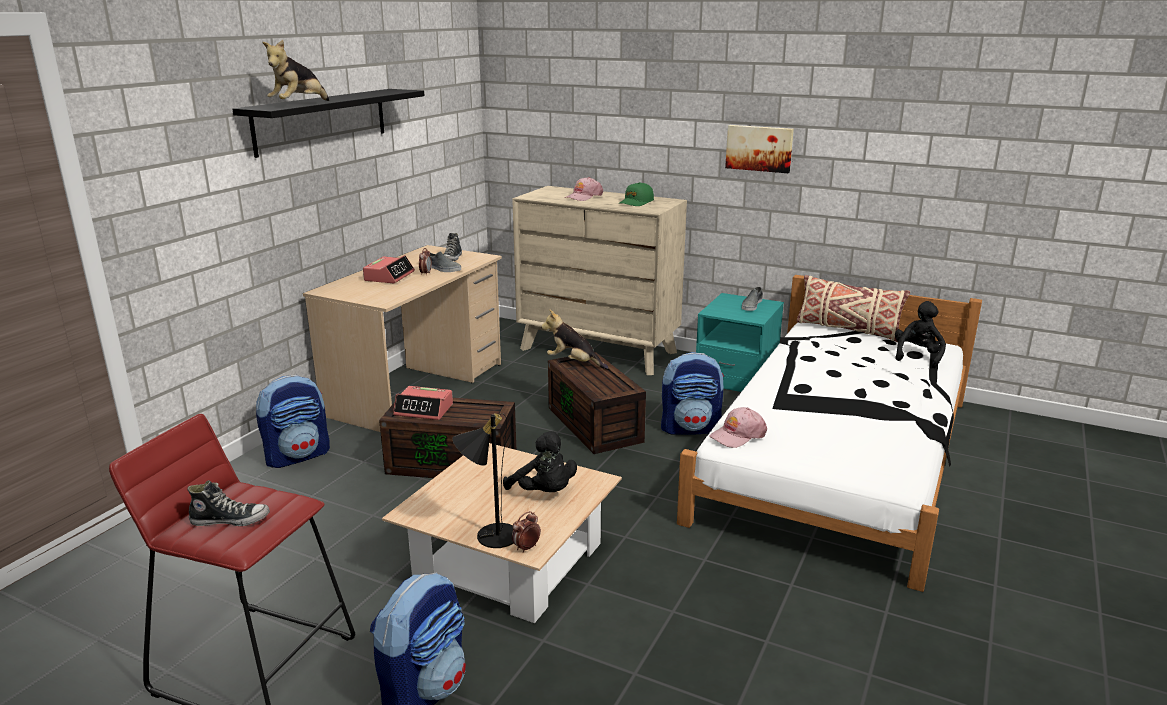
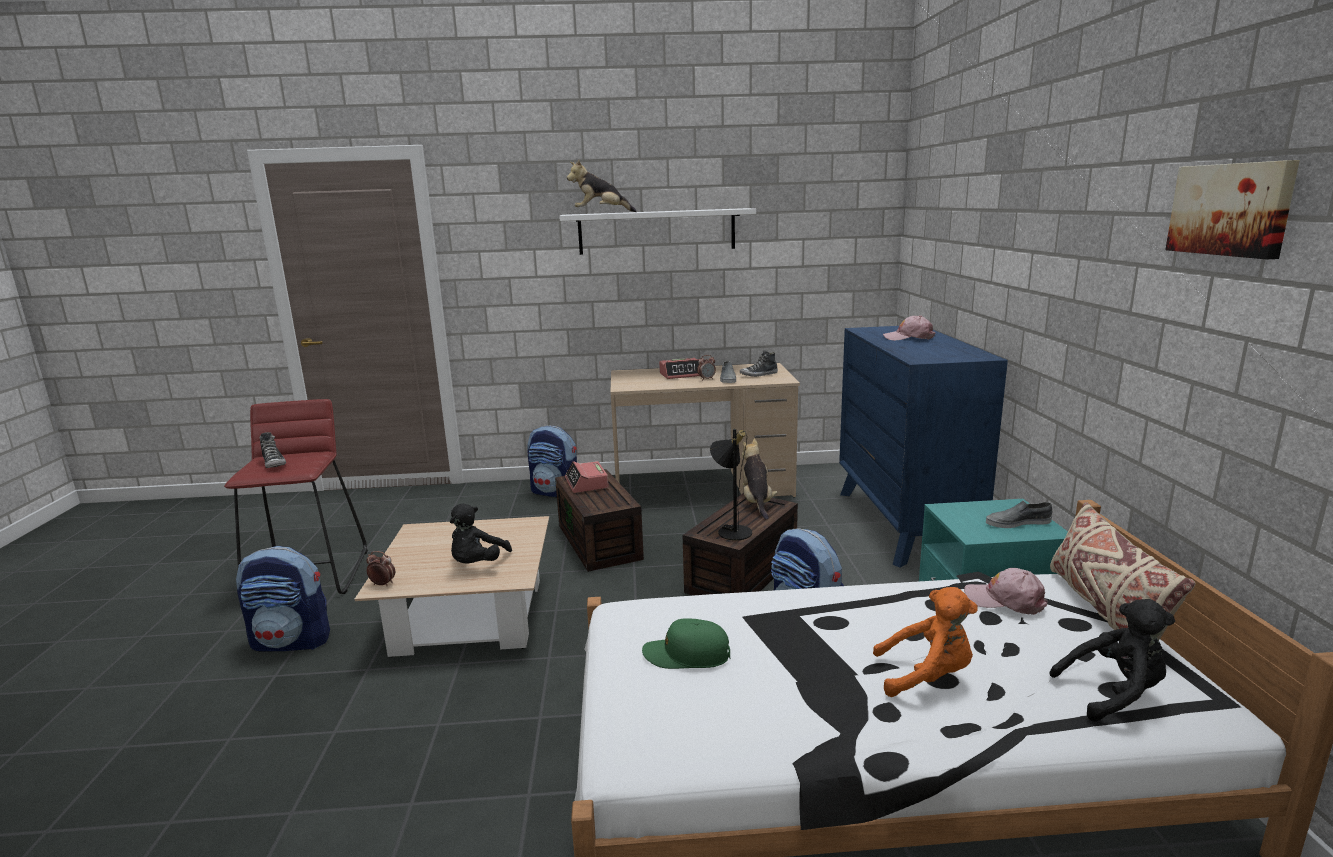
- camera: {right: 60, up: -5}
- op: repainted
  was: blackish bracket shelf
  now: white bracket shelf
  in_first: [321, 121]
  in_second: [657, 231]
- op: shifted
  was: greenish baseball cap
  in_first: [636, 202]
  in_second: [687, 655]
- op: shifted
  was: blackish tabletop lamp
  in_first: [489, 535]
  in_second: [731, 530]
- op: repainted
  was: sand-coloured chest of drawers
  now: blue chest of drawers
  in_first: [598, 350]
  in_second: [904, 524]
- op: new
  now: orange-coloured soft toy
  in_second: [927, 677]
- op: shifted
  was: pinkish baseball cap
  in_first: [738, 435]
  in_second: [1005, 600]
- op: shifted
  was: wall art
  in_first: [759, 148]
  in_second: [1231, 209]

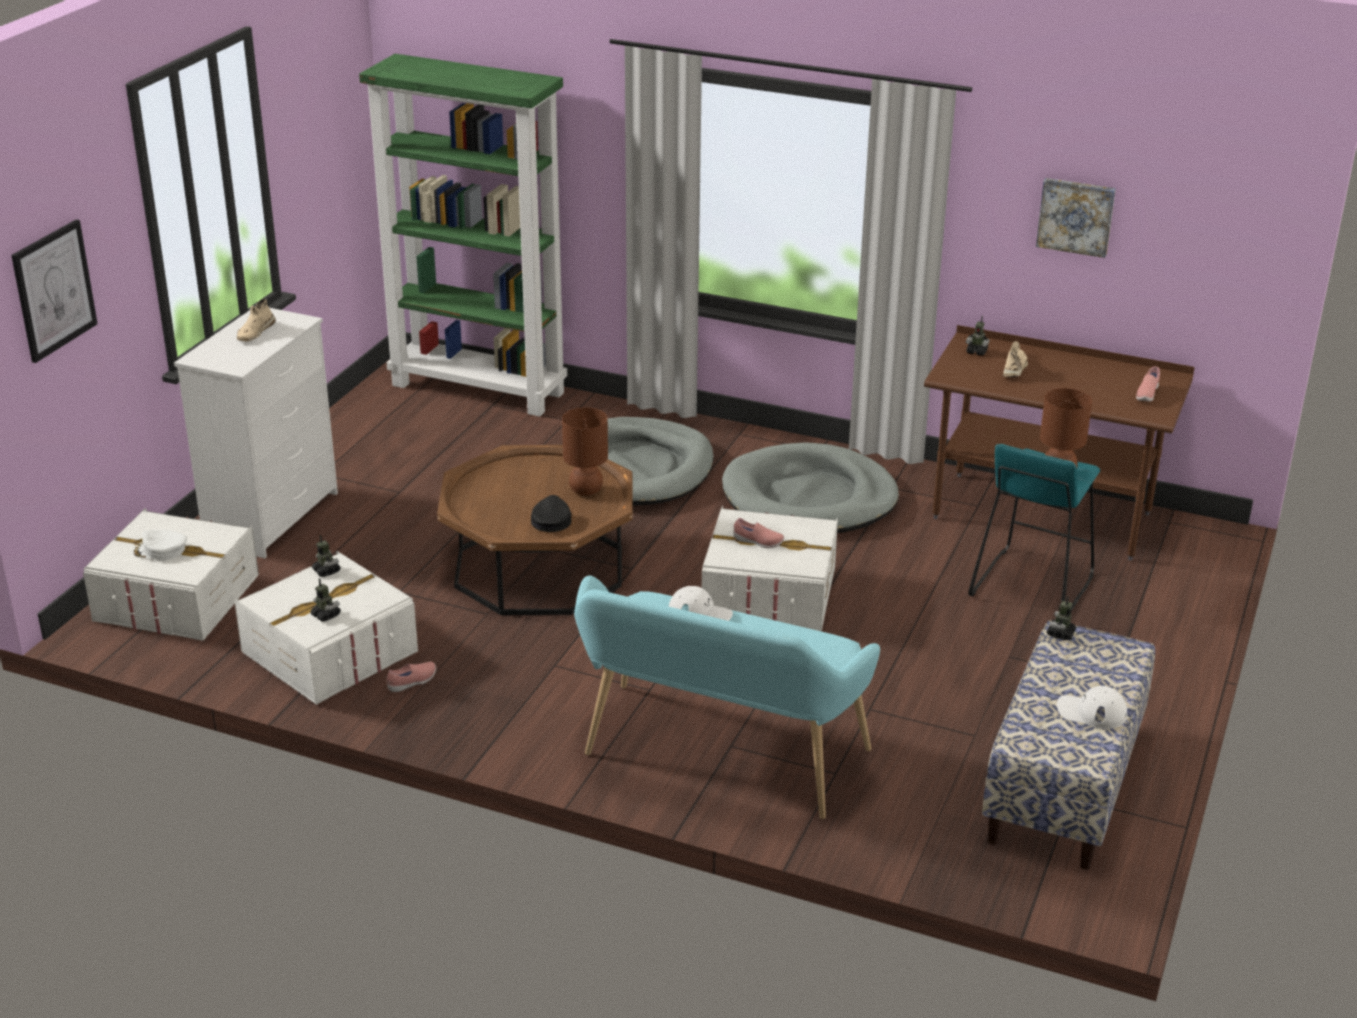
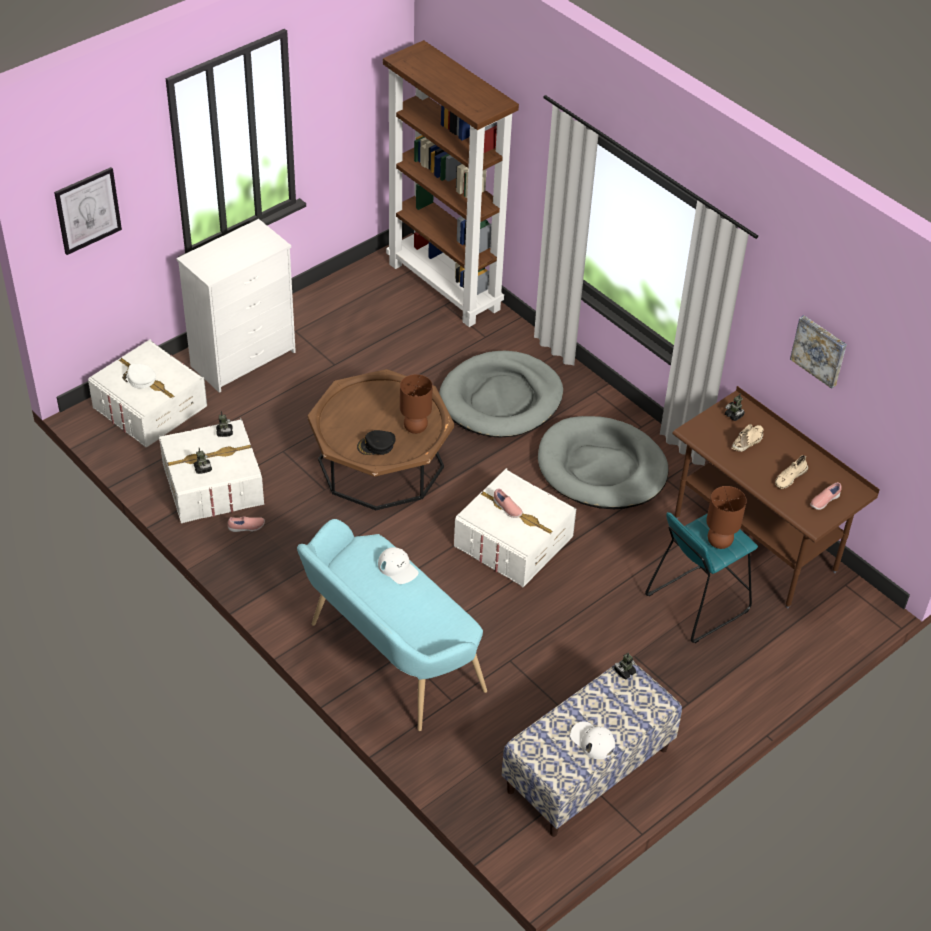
- camera: {right: 25, up: 15}
- op: rotated
  was: blackish baseball cap
  in_first: [551, 520]
  in_second: [376, 446]
  clockwise: -135
- op: repainted
  was: greenish bookshelf
  now: brownish bookshelf
  in_first: [480, 389]
  in_second: [445, 286]
- op: shifted
  was: sand-coloured low shoe
  in_first: [255, 332]
  in_second: [790, 477]

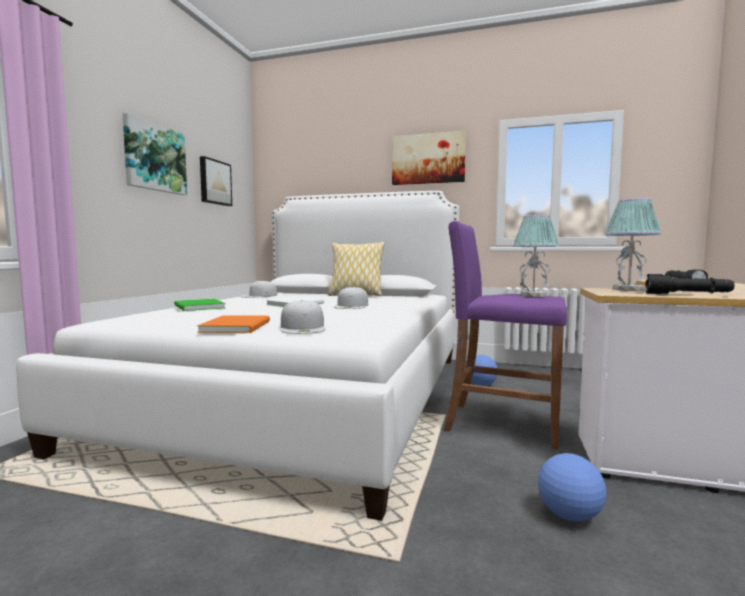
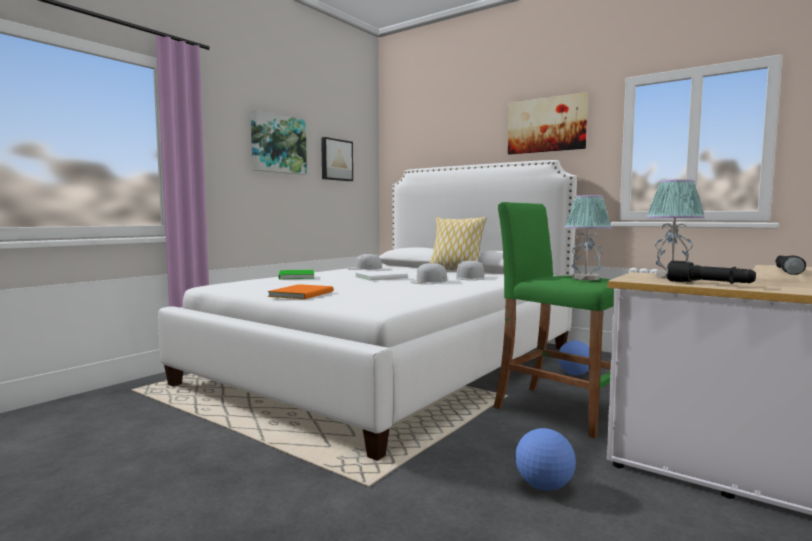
- camera: {right: 20, up: 0}
- op: shifted
  was: white baseball cap
  in_first: [303, 328]
  in_second: [470, 277]
- op: repainted
  was: purplish stool seat
  now: greenish stool seat
  in_first: [501, 424]
  in_second: [558, 410]

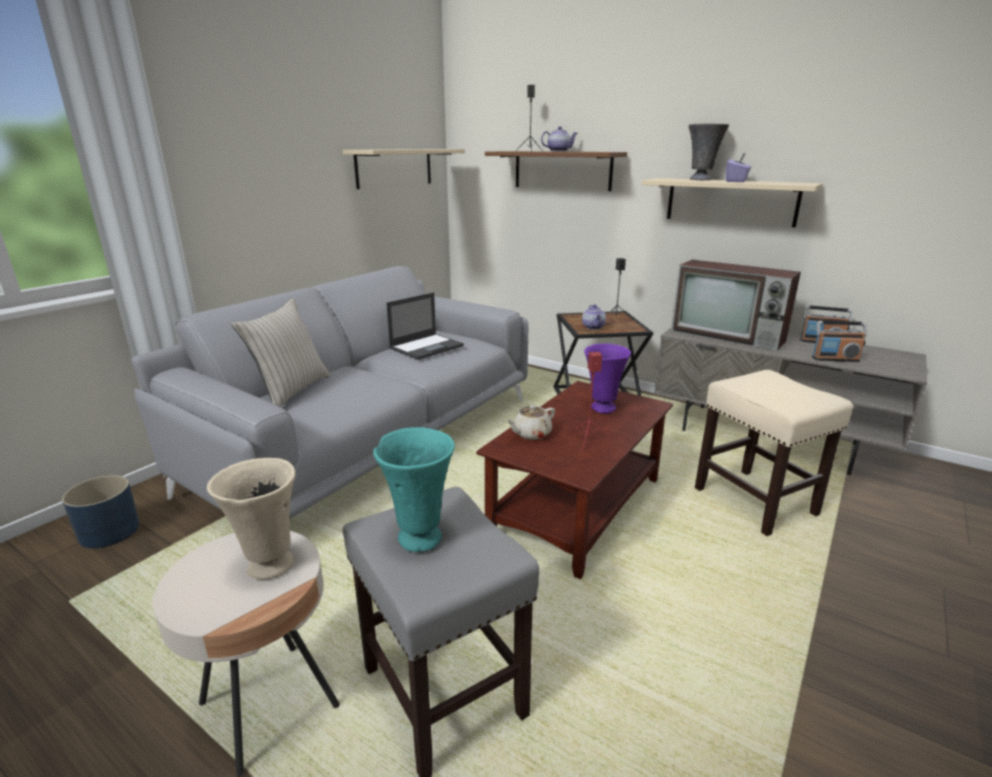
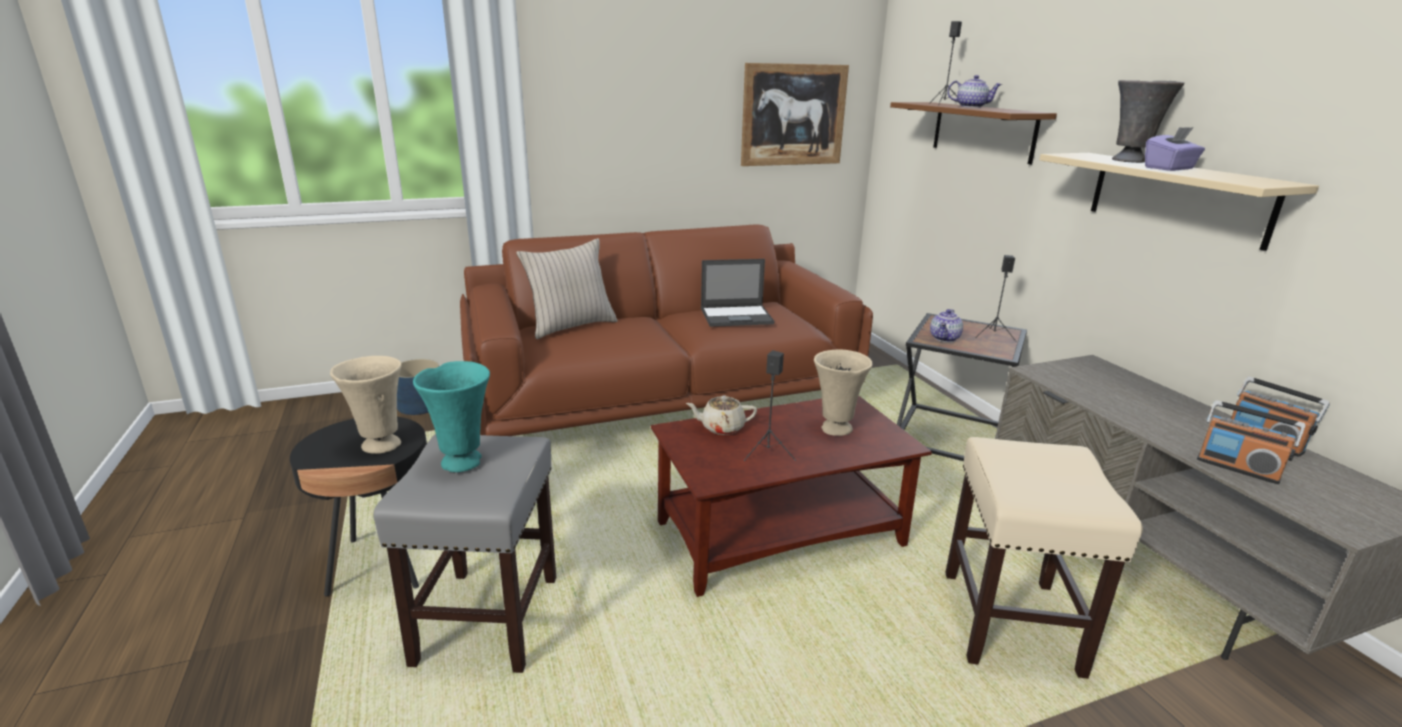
- camera: {right: 35, up: 0}
- op: repainted
  was: sand-coloured end table
  now: blackish end table
  in_first: [269, 705]
  in_second: [383, 564]
- op: repainted
  was: gray settee
  now: brownish settee
  in_first: [370, 440]
  in_second: [663, 400]
- op: swapped
  was: sand-coloured bracket shelf
  now: wall art
  in_first: [394, 167]
  in_second: [793, 115]
- op: repainted
  was: reddish loudspeaker
  now: blackish loudspeaker
  in_first: [588, 440]
  in_second: [767, 453]
- op: repainted
  was: purplish flower vase
  now: sand-coloured flower vase
  in_first: [602, 408]
  in_second: [835, 429]
- op: gone
  was: TV
  in_first: [729, 336]

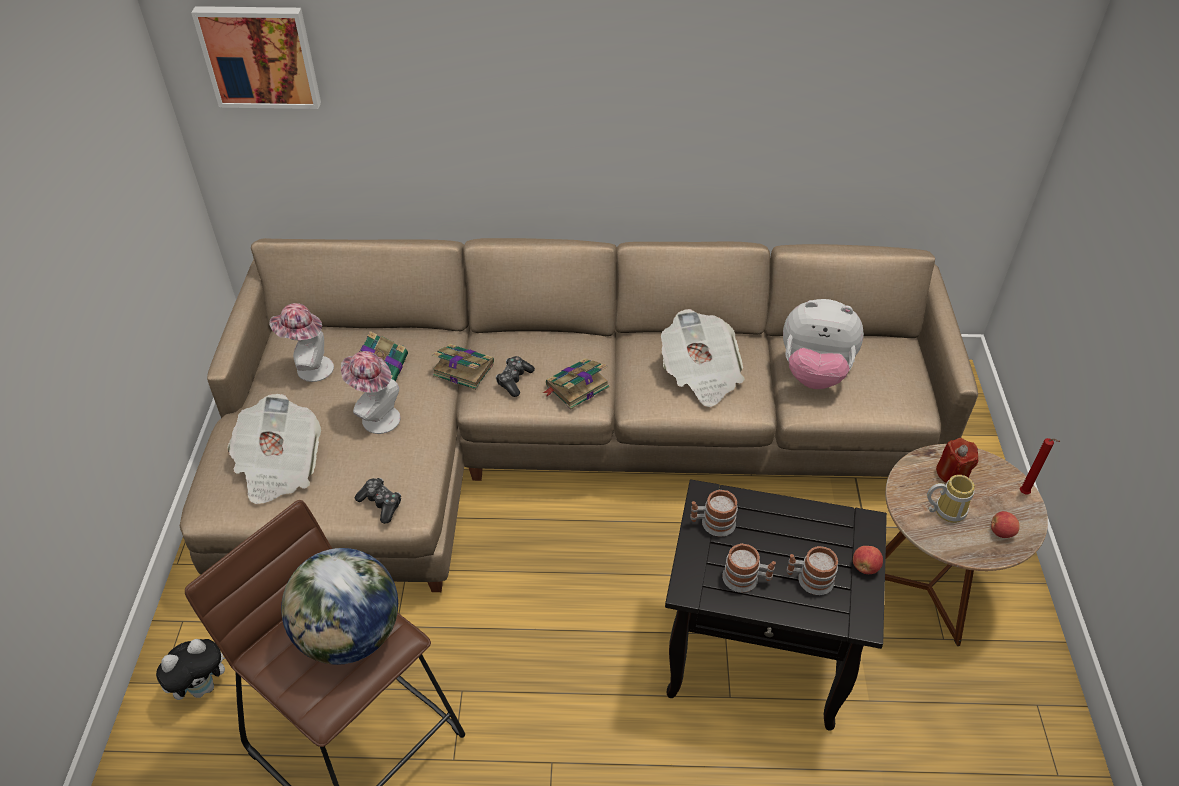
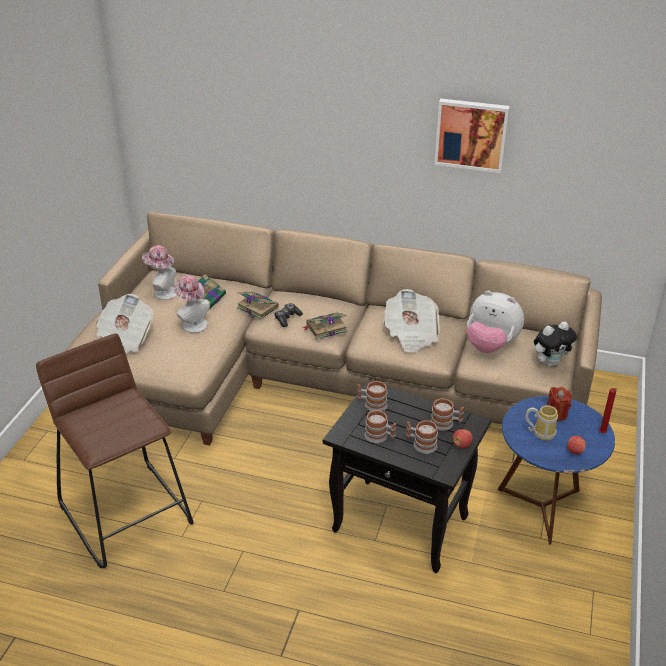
- camera: {right: 15, up: -10}
- op: new
  now: mug
  in_second: [446, 423]
- op: shifted
  was: wall art
  in_first: [260, 56]
  in_second: [471, 134]
- op: repainted
  was: brownish end table
  now: blue end table
  in_first: [928, 589]
  in_second: [542, 507]
- op: shifted
  was: soft toy
  in_first: [204, 686]
  in_second: [550, 363]
- op: gone
  was: desk globe
  in_first: [350, 636]
- op: gone
  was: joypad
  in_first: [381, 504]

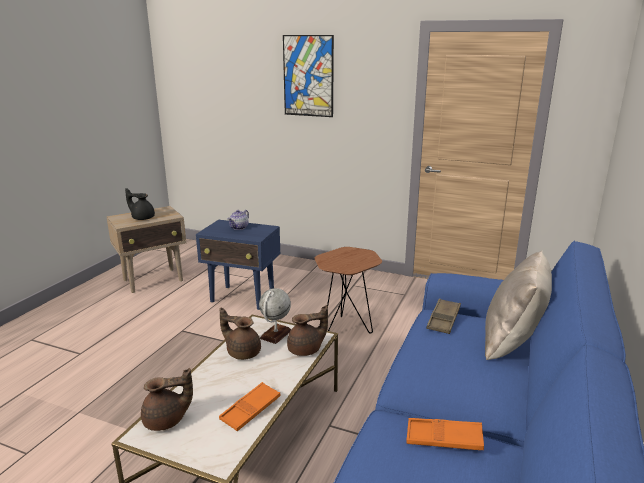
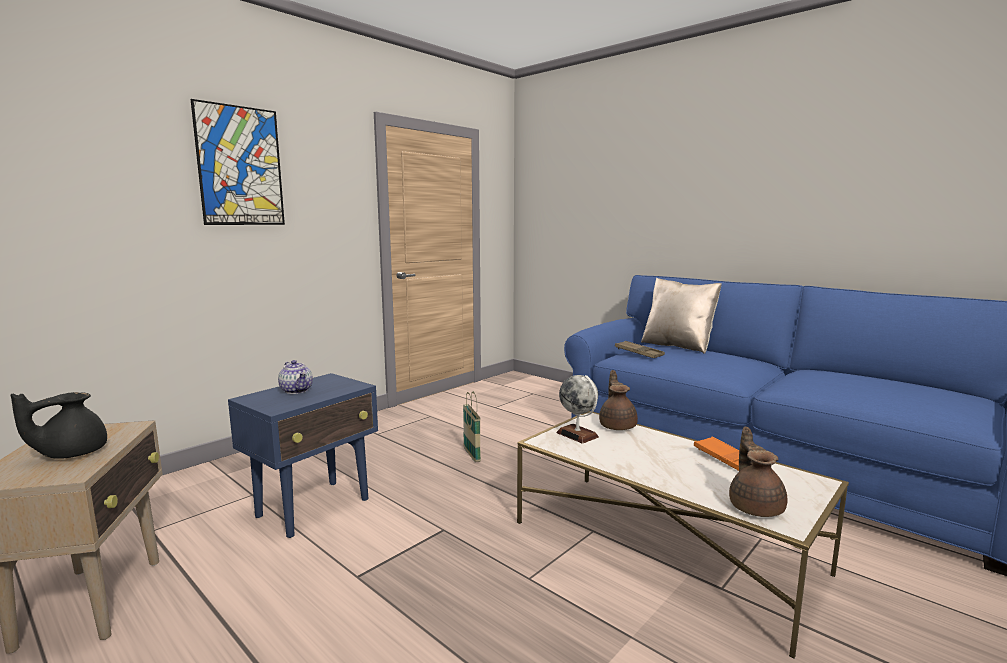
- camera: {right: -70, up: -10}
- op: swapped
  was: brownish end table
  now: basket
  in_first: [346, 329]
  in_second: [471, 455]
- op: gone
  was: brownish pot for tea
  in_first: [242, 352]
- op: gone
  was: orange-coloured tray
  in_first: [444, 438]

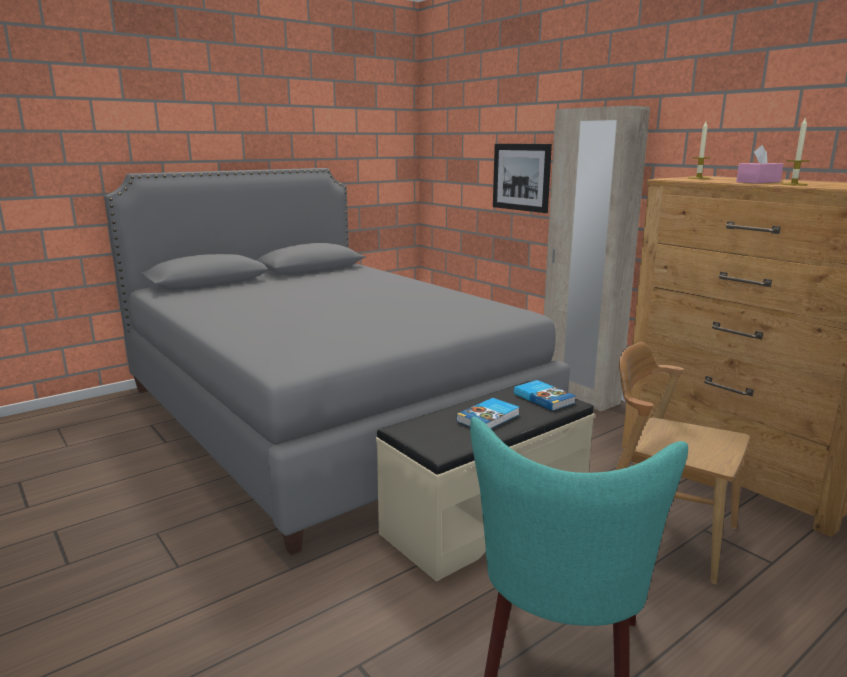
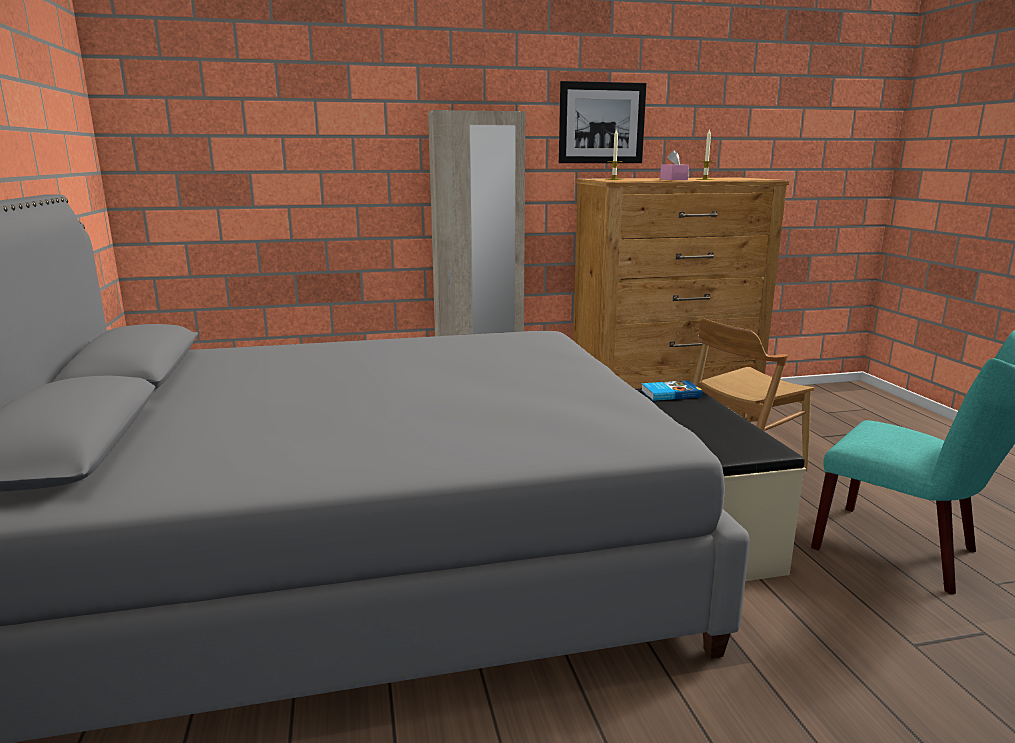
- camera: {right: -65, up: 0}
- op: shifted
  was: wall art
  in_first: [521, 177]
  in_second: [601, 123]
- op: gone
  was: bound book
  in_first: [489, 418]

